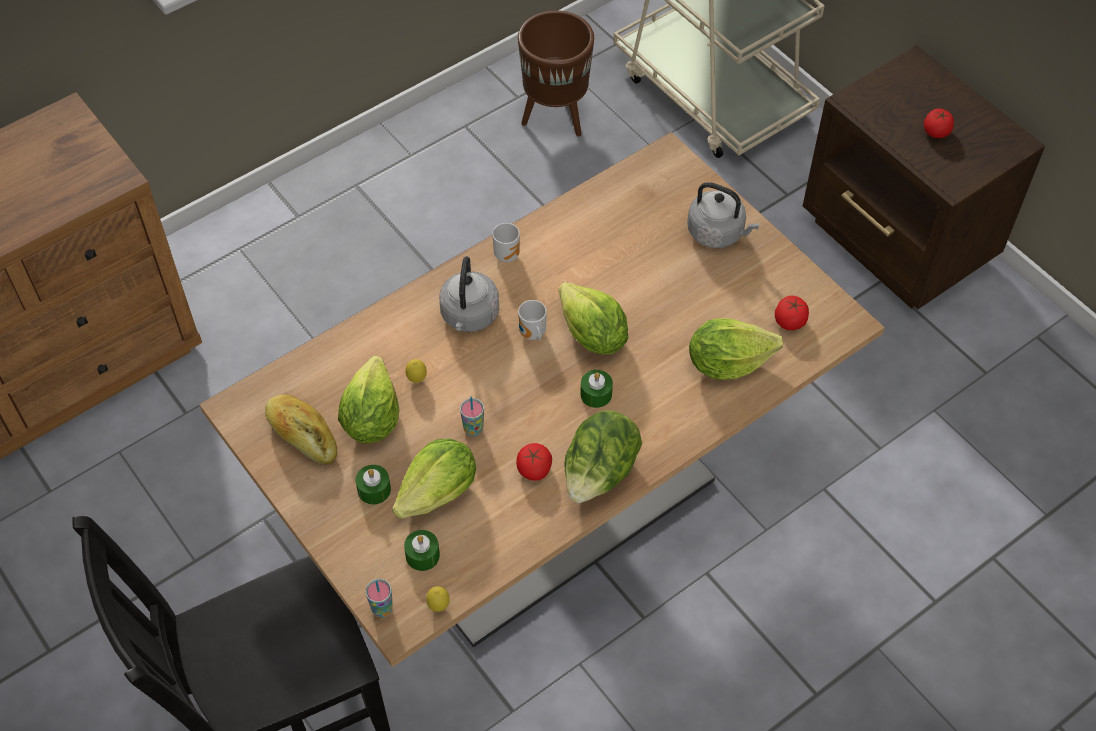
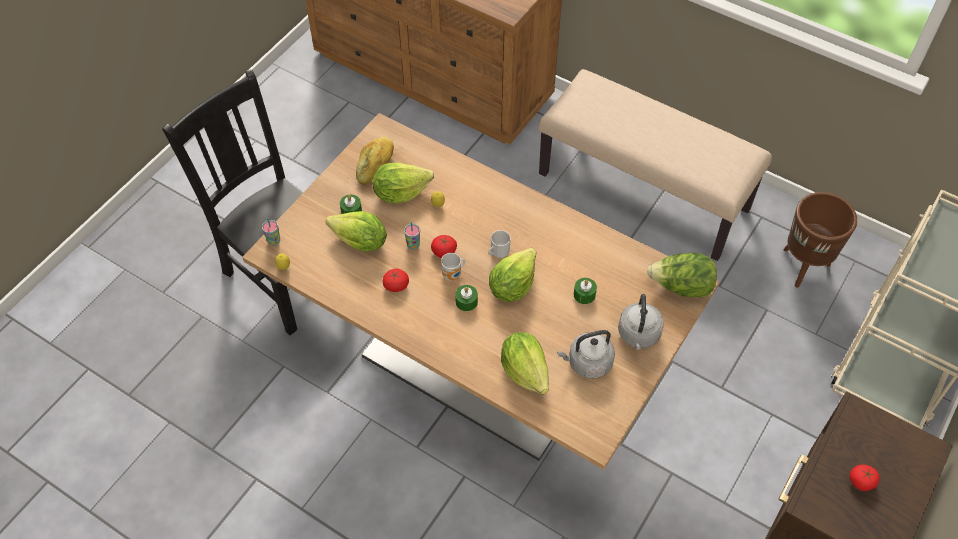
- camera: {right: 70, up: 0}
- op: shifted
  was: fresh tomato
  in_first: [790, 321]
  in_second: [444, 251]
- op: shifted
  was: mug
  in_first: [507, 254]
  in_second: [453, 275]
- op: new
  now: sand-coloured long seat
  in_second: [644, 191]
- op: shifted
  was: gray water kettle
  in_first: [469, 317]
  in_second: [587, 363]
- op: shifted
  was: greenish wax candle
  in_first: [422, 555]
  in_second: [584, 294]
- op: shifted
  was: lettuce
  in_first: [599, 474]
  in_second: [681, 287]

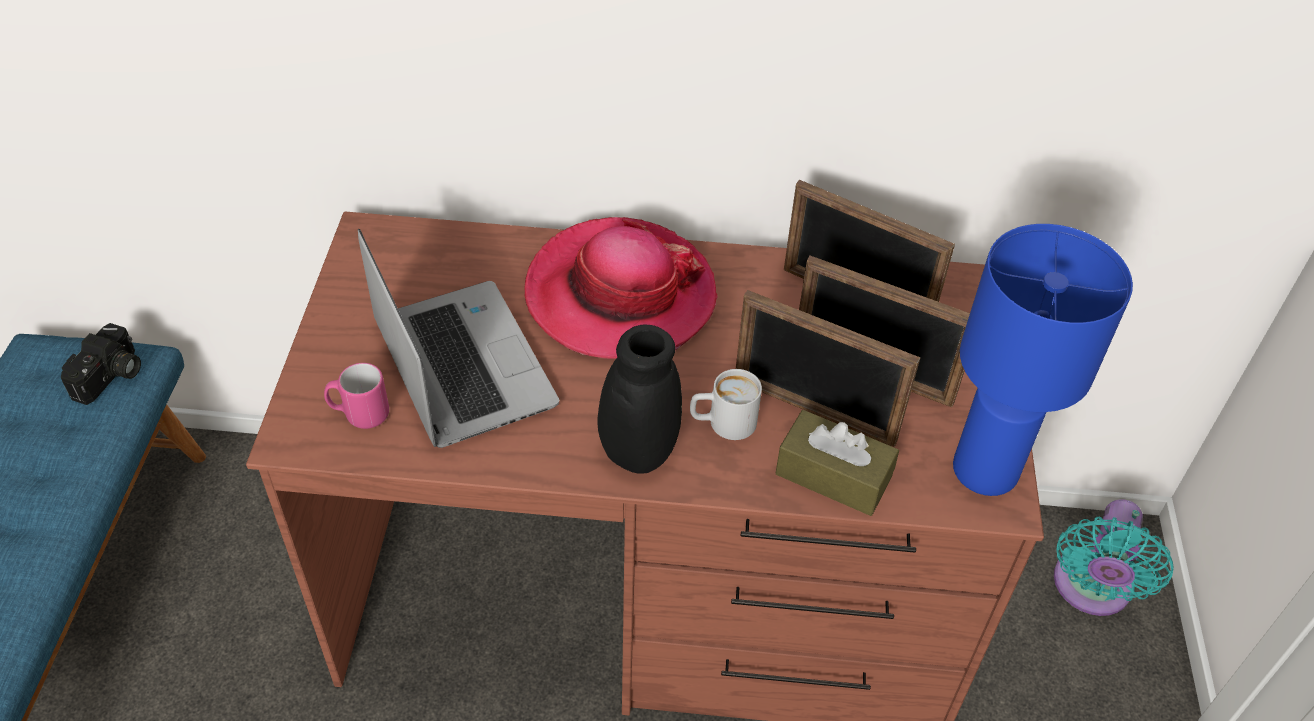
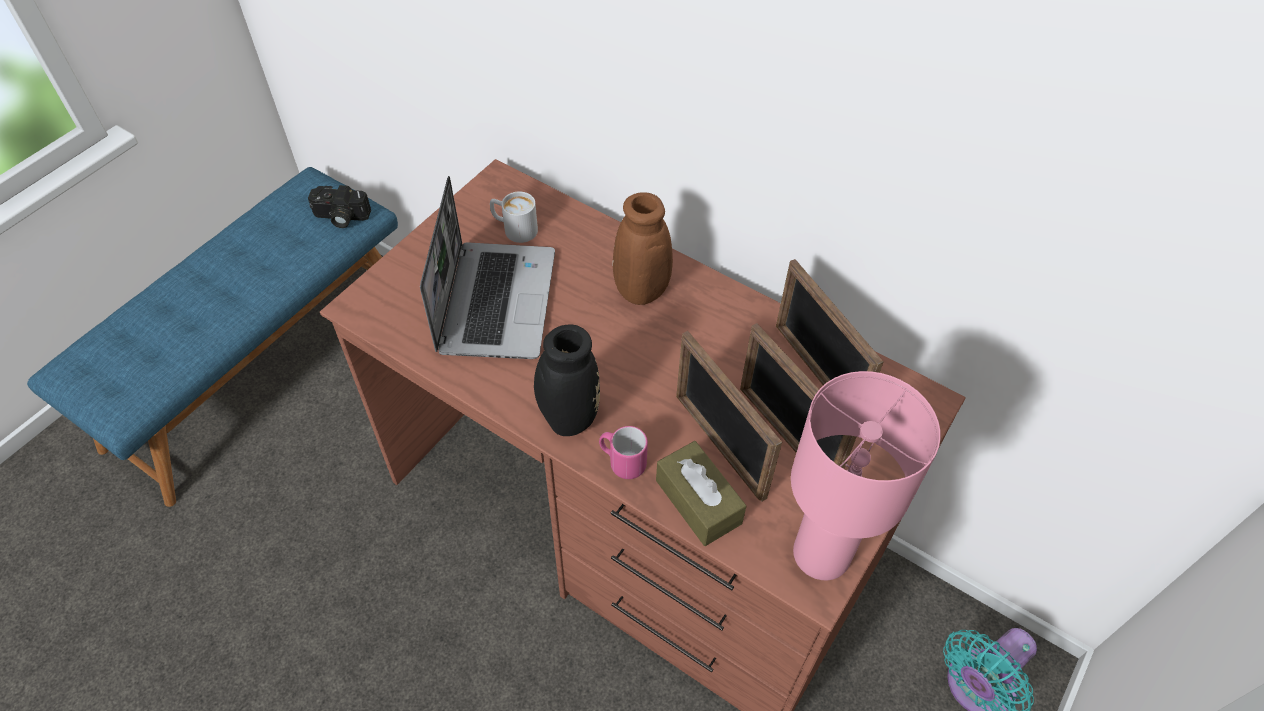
- camera: {right: 30, up: 5}
- op: rotated
  was: still camera
  in_first: [111, 377]
  in_second: [340, 217]
  clockwise: 45
- op: shifted
  was: white mug
  in_first: [722, 423]
  in_second: [514, 229]
- op: shifted
  was: pinkish mug
  in_first: [359, 414]
  in_second: [622, 462]
- op: swapped
  was: clothing hat
  now: brownish flower vase
  in_first: [620, 295]
  in_second: [639, 295]
- op: repainted
  was: blue tabletop lamp
  now: pinkish tabletop lamp
  in_first: [983, 469]
  in_second: [821, 553]

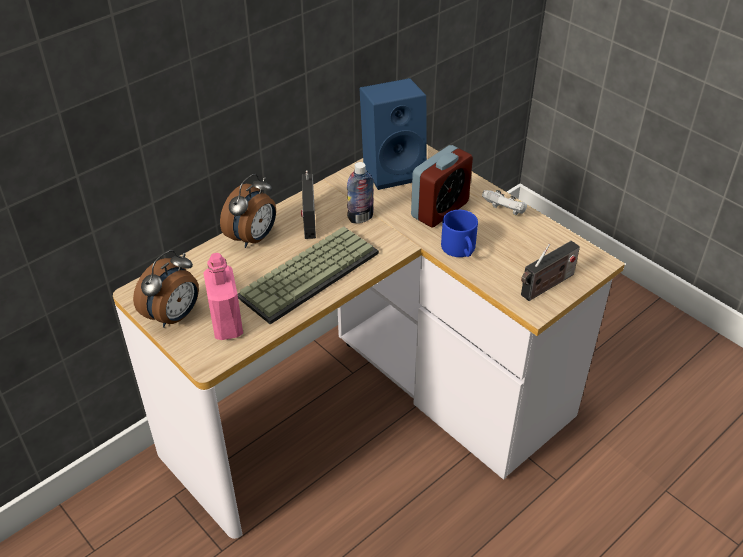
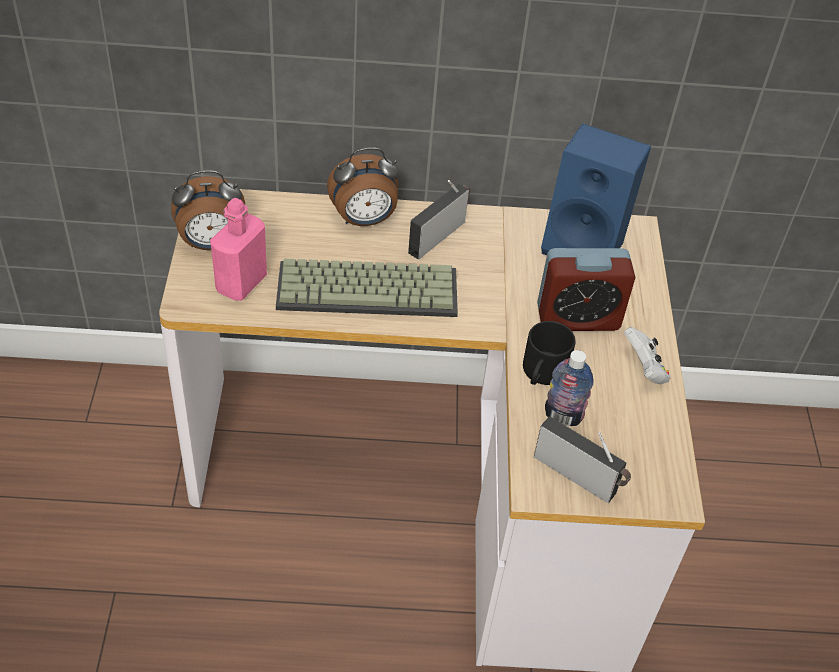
- camera: {right: 40, up: 5}
- op: repainted
  was: blue mug
  now: blackish mug
  in_first: [461, 250]
  in_second: [543, 373]
- op: rotated
  was: radio
  in_first: [545, 286]
  in_second: [579, 476]
  clockwise: -150
- op: shifted
  was: beverage bottle
  in_first: [360, 218]
  in_second: [563, 416]

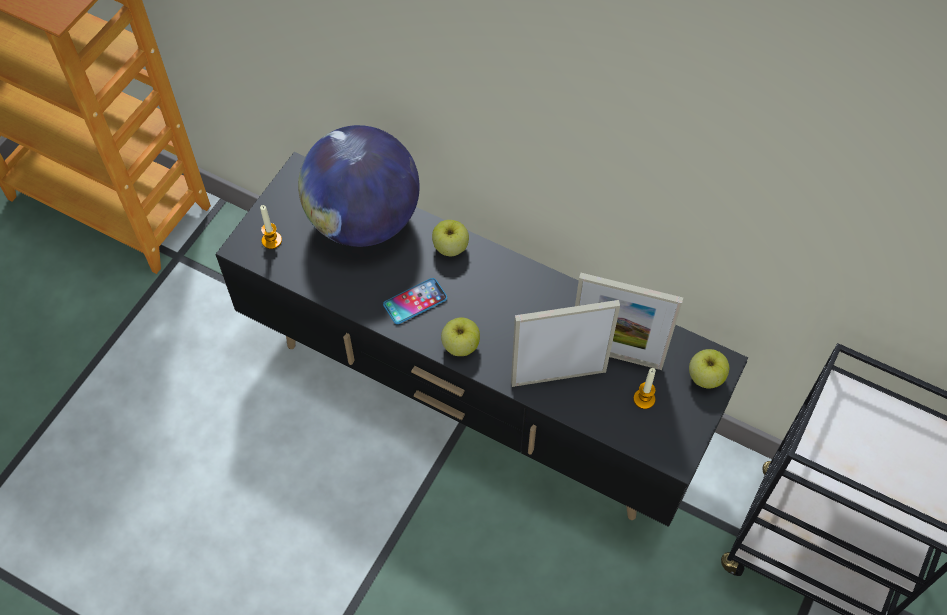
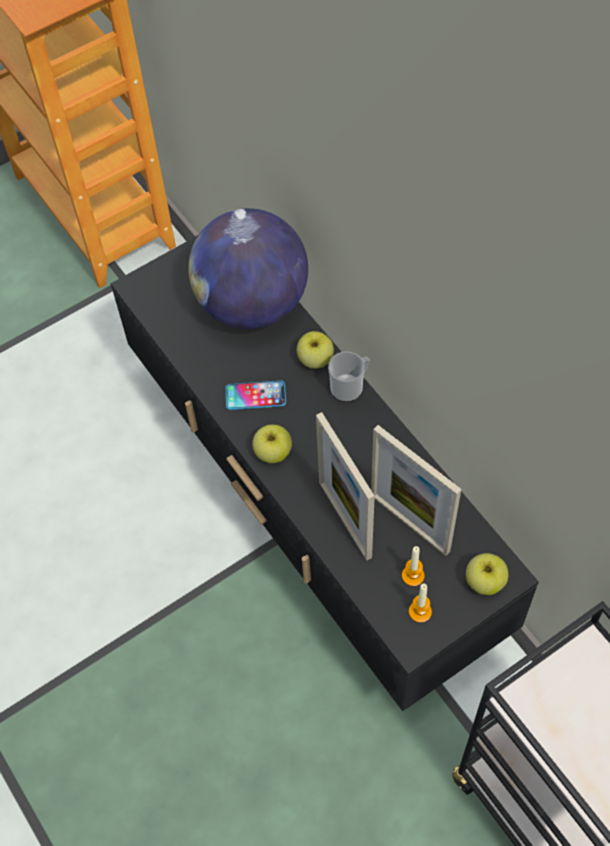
- camera: {right: 30, up: 0}
- op: rotated
  was: standing frame
  in_first: [558, 376]
  in_second: [345, 519]
  clockwise: -135
- op: new
  now: mug
  in_second: [350, 387]
- op: shifted
  was: wax candle
  in_first: [271, 240]
  in_second: [420, 612]

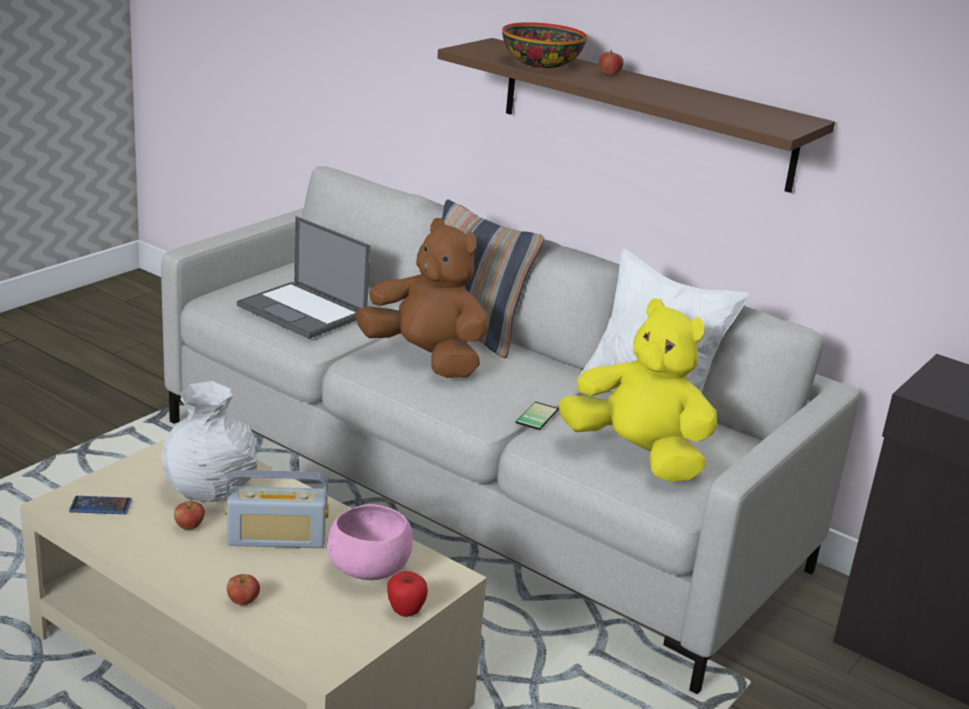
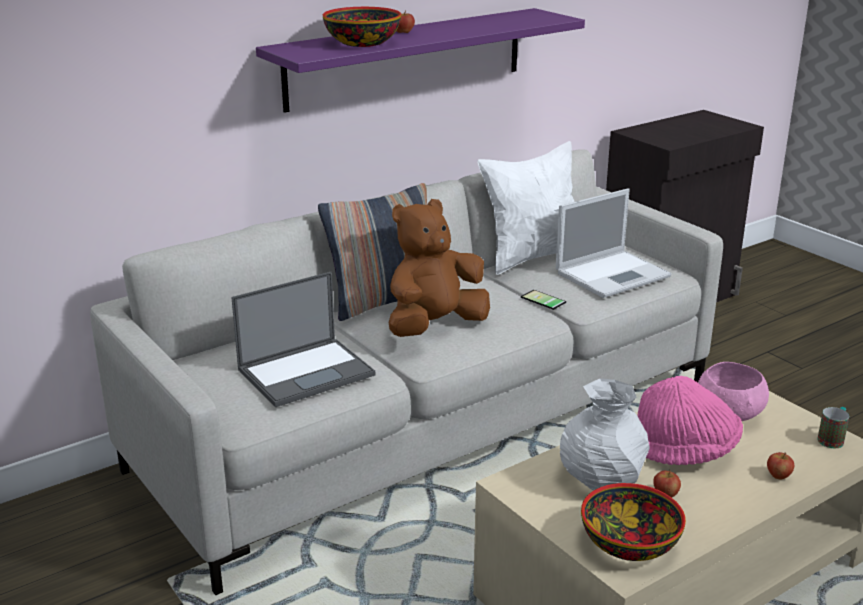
- camera: {right: -70, up: 0}
- op: repainted
  was: brownish bracket shelf
  now: purplish bracket shelf
  in_first: [645, 113]
  in_second: [407, 58]
- op: swapped
  was: yellow-coloured soft toy
  now: portable computer
  in_first: [638, 455]
  in_second: [614, 274]
- op: swapped
  was: handset
  now: serving bowl
  in_first: [100, 506]
  in_second: [629, 544]
- op: swapped
  was: radio
  now: pinkish clothing hat
  in_first: [276, 539]
  in_second: [684, 452]
- op: new
  now: mug
  in_second: [832, 439]
- op: gone
  was: apple fruit
  in_first: [405, 611]

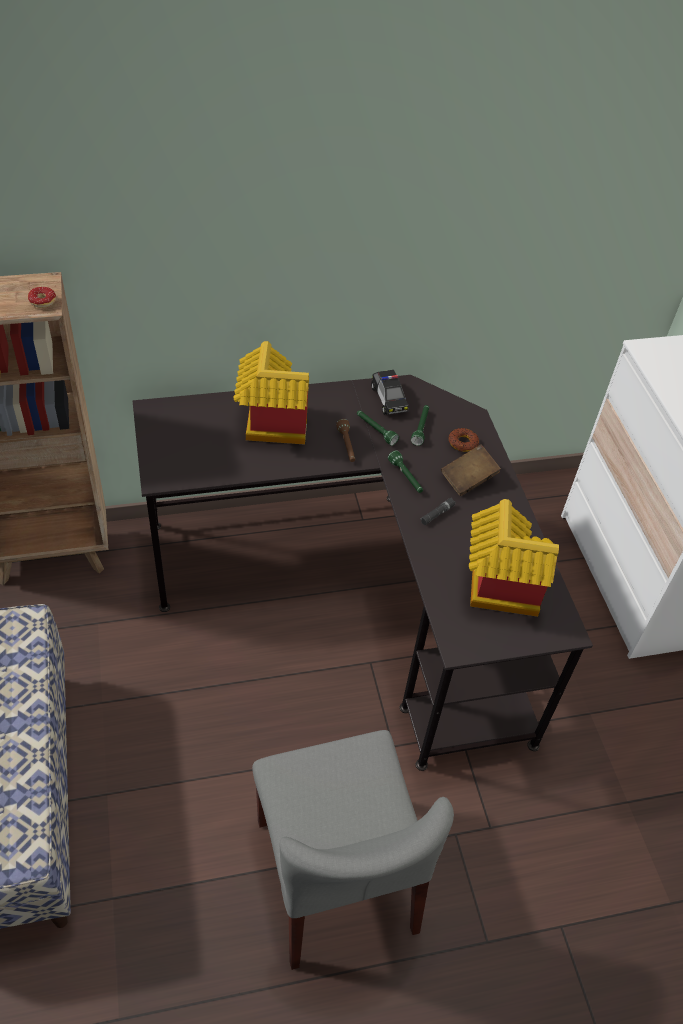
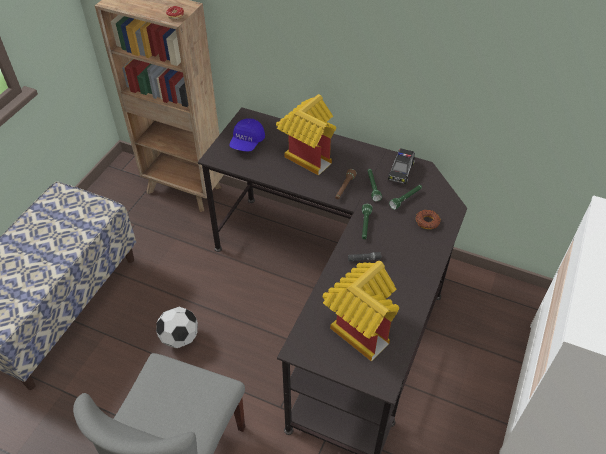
- camera: {right: 40, up: 0}
- op: new
  now: football
  in_second: [180, 338]
- op: new
  now: blue baseball cap
  in_second: [247, 142]
- op: gone
  was: brownish bound book
  in_first: [468, 479]

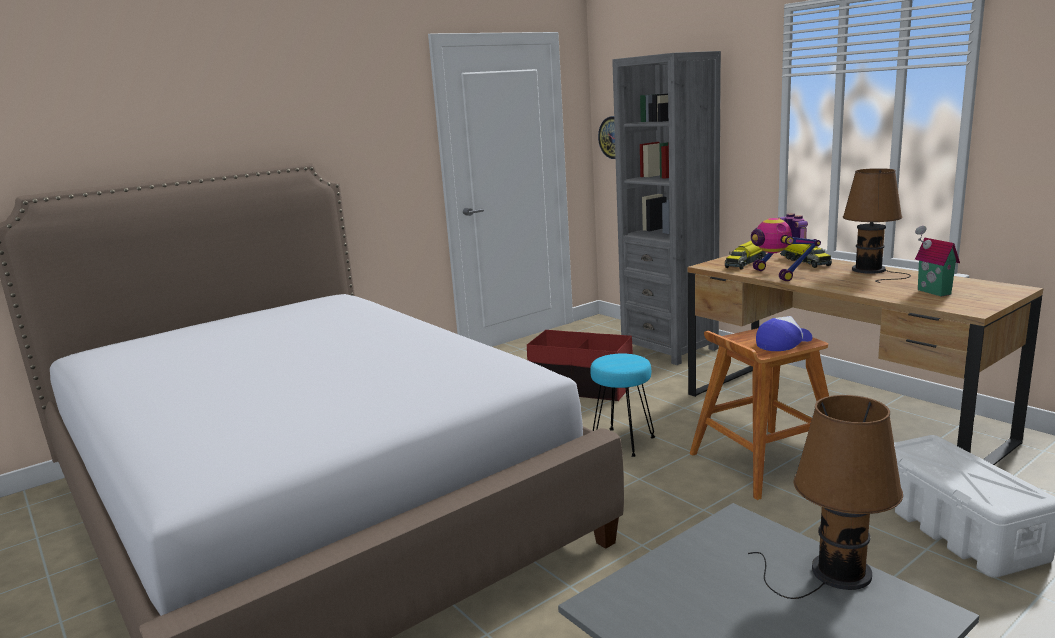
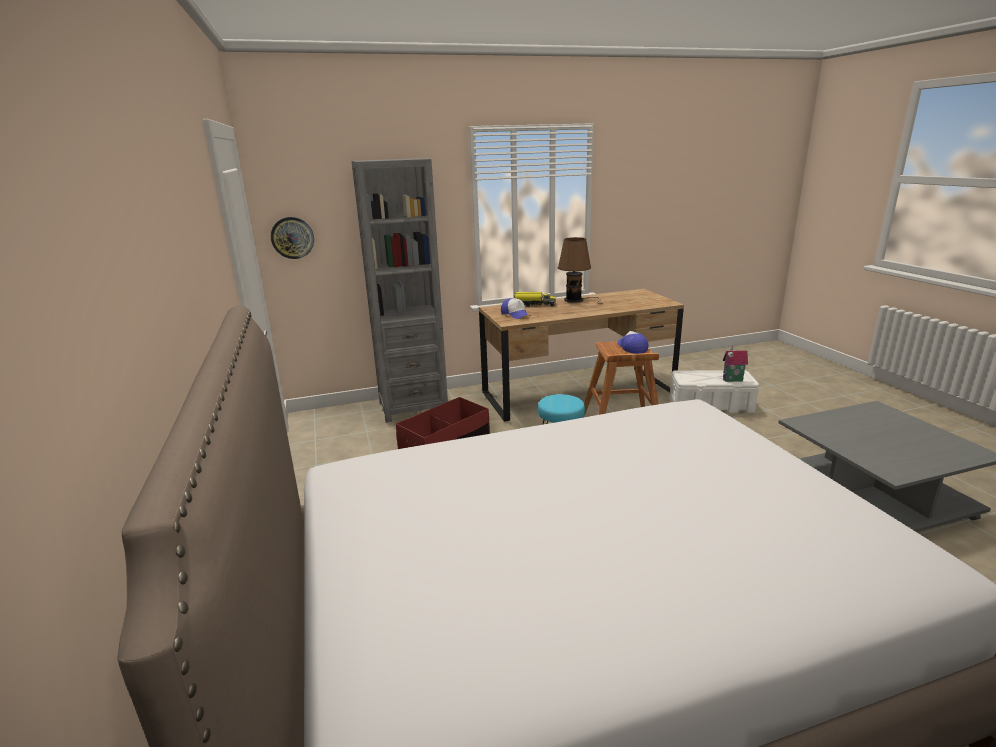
- camera: {right: -70, up: 5}
- op: swapped
  was: toy truck
  now: baseball cap
  in_first: [746, 263]
  in_second: [516, 314]
- op: shifted
  was: model house
  in_first: [932, 292]
  in_second: [733, 380]
- op: gone
  was: brownish tabletop lamp
  in_first: [834, 573]
- op: gone
  was: robot figure
  in_first: [779, 274]

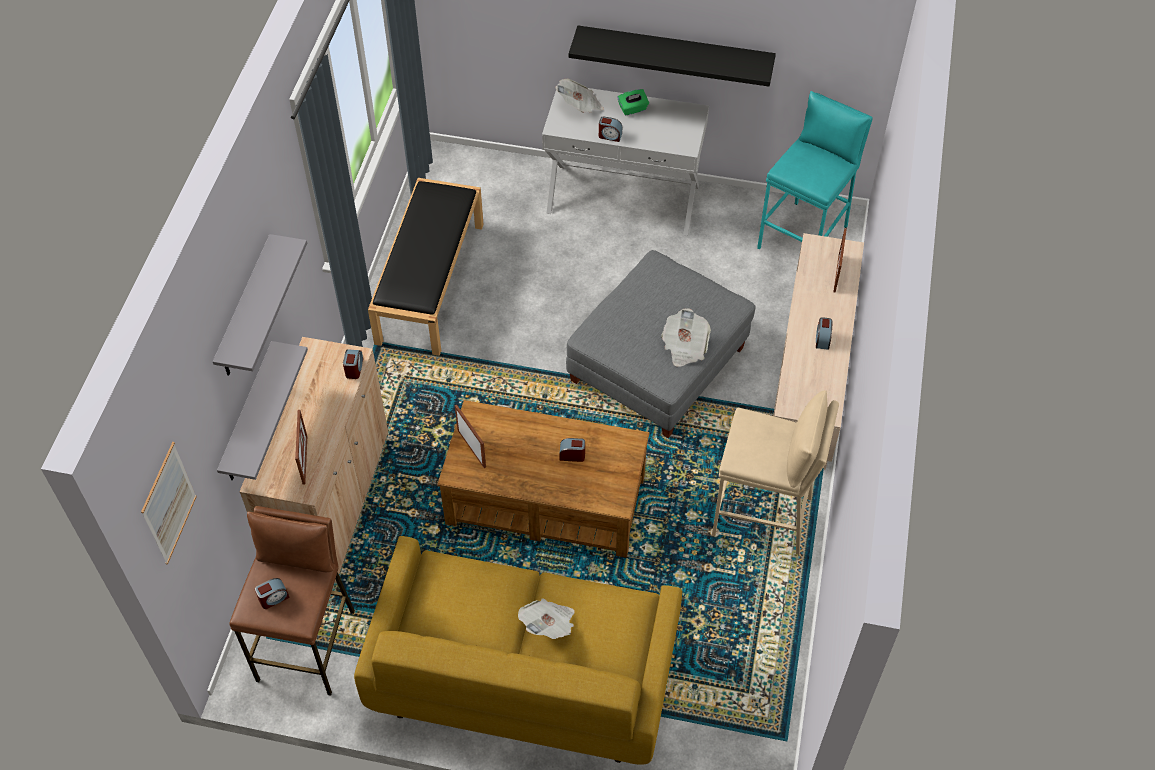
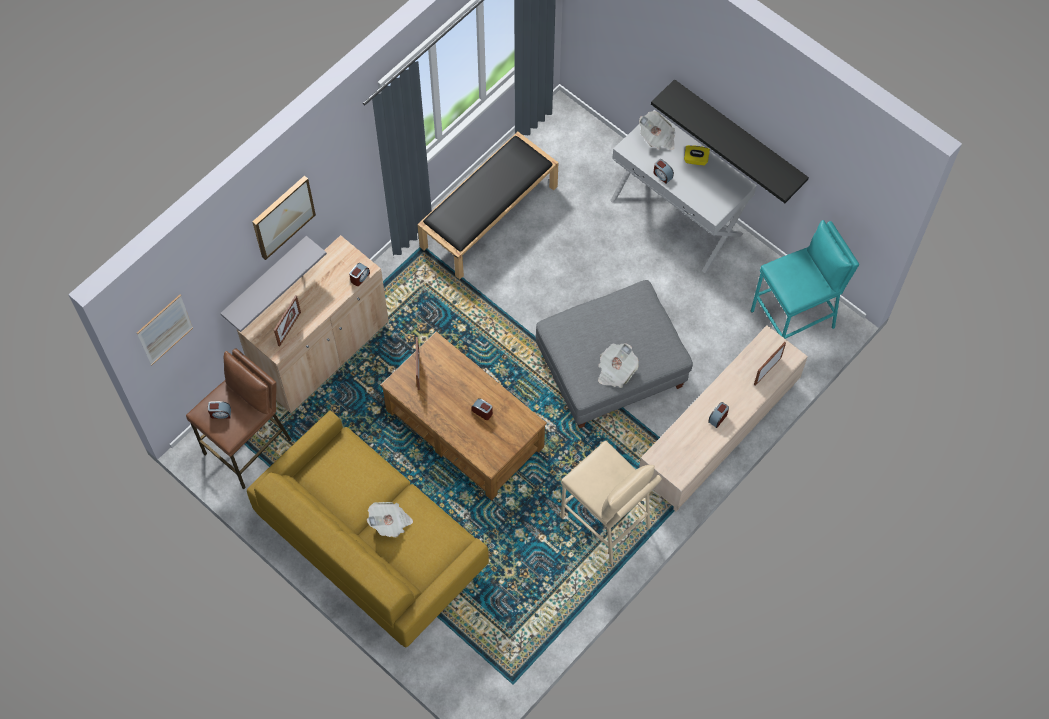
- camera: {right: 30, up: 10}
- op: swapped
  was: gray bracket shelf
  now: wall art
  in_first: [245, 309]
  in_second: [282, 216]
- op: repainted
  was: greenish tissue box
  now: yellow-coloured tissue box
  in_first: [633, 109]
  in_second: [695, 160]

